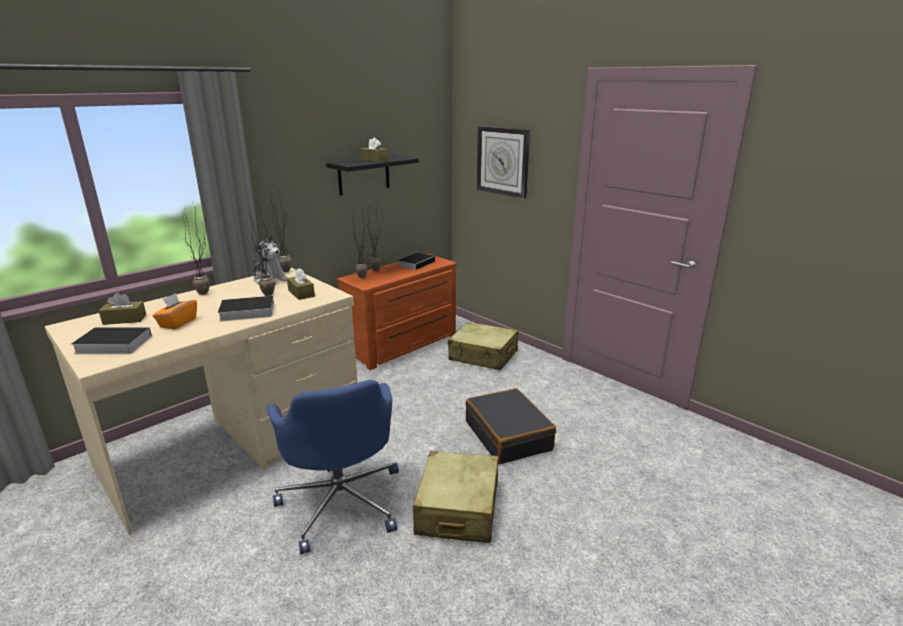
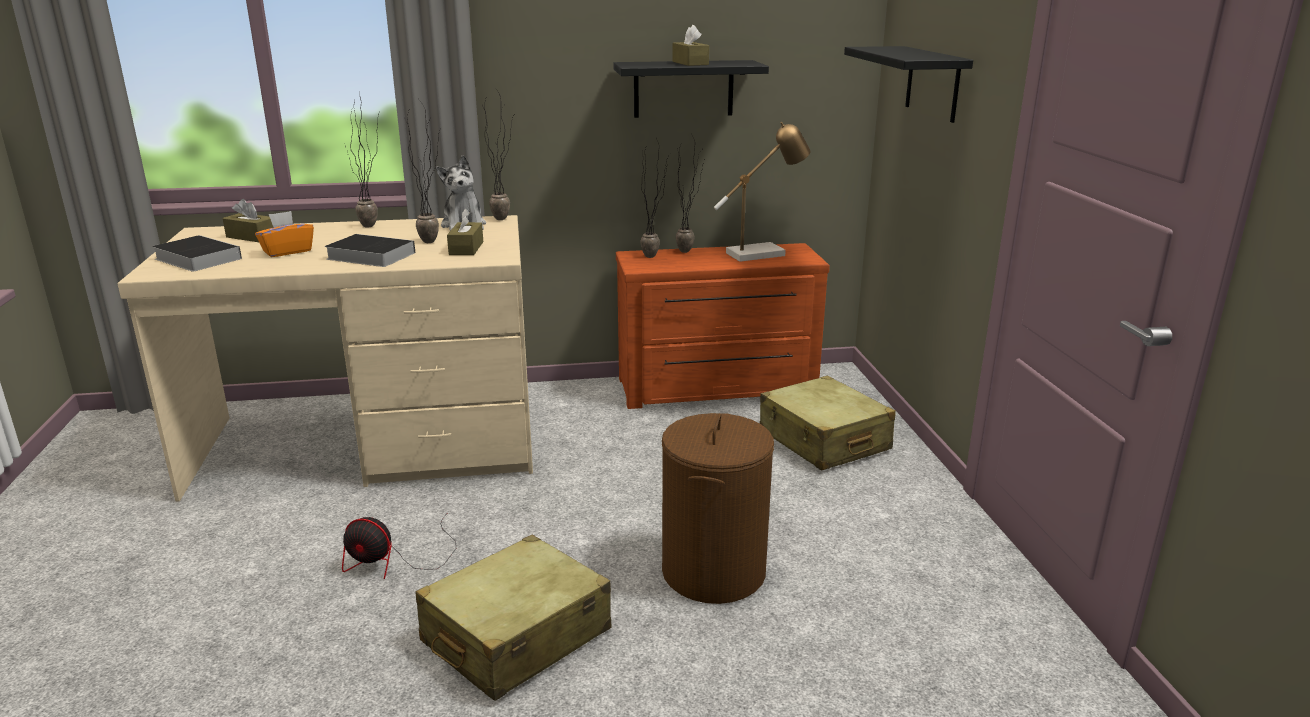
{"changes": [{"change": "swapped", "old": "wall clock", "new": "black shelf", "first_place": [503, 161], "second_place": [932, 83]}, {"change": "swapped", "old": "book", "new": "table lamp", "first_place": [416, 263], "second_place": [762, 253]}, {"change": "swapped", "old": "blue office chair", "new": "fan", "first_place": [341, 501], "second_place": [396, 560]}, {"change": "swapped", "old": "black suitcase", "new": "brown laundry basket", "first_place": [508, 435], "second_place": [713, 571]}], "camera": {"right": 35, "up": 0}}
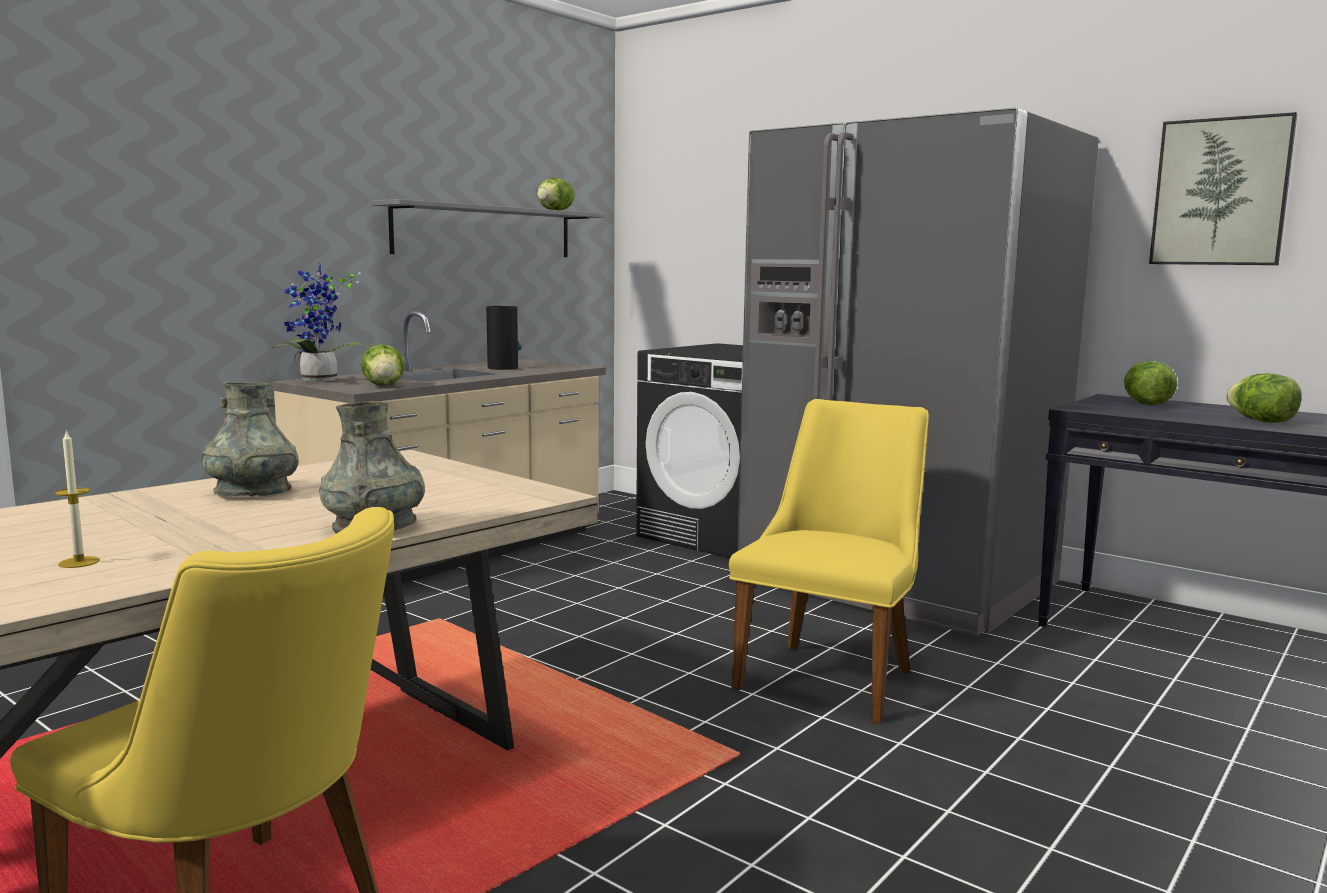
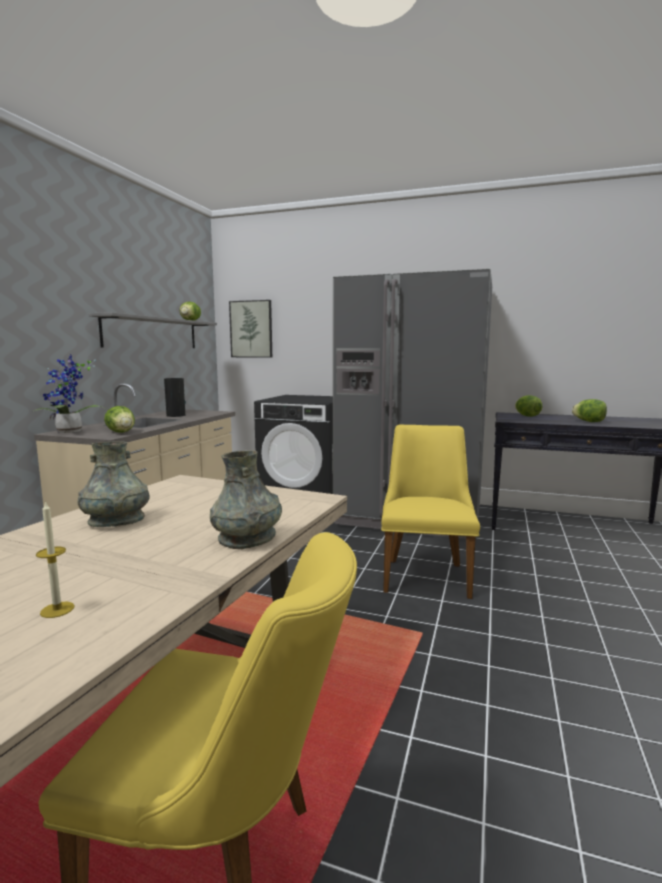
{"changes": [{"change": "shifted", "old": "picture", "first_place": [1220, 192], "second_place": [251, 329]}], "camera": {"right": -20, "up": 0}}
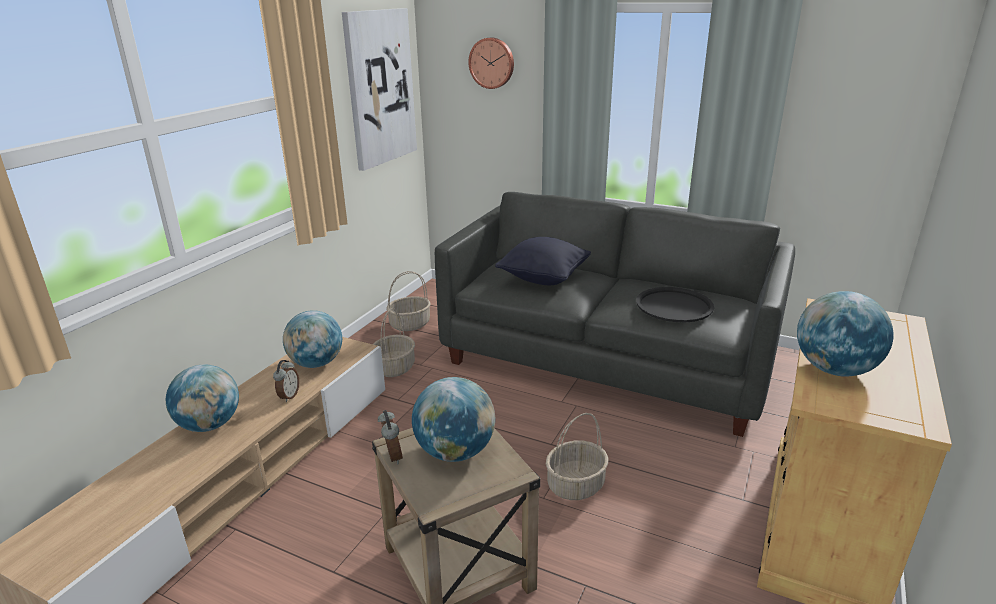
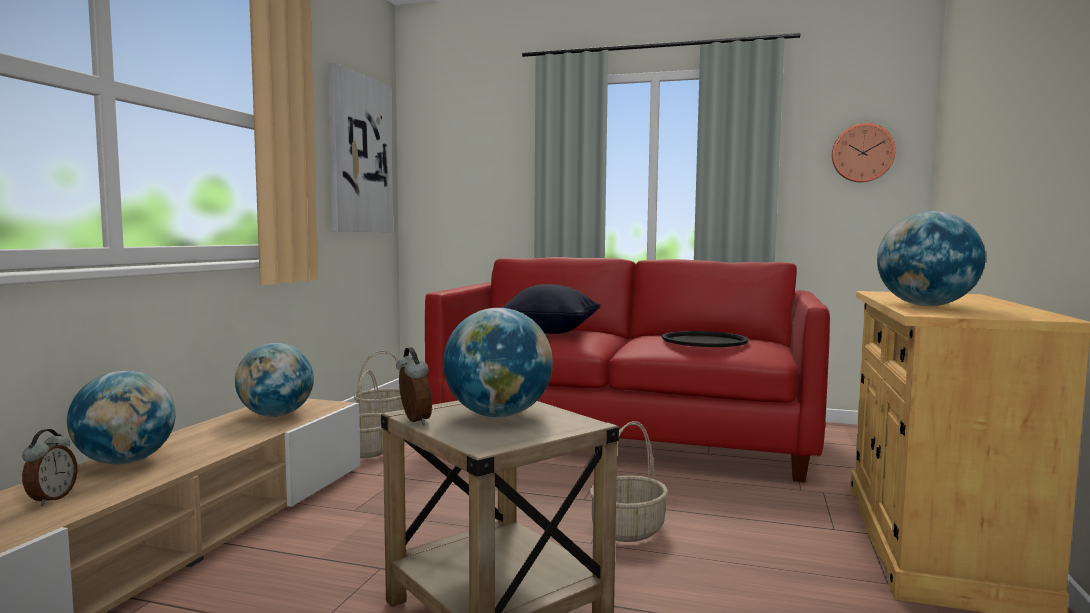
{"changes": [{"change": "shifted", "old": "wall clock", "first_place": [492, 63], "second_place": [862, 153]}, {"change": "repainted", "old": "grey sofa", "new": "red sofa", "first_place": [607, 361], "second_place": [625, 436]}, {"change": "shifted", "old": "alarm clock", "first_place": [288, 396], "second_place": [50, 499]}], "camera": {"right": -10, "up": -20}}
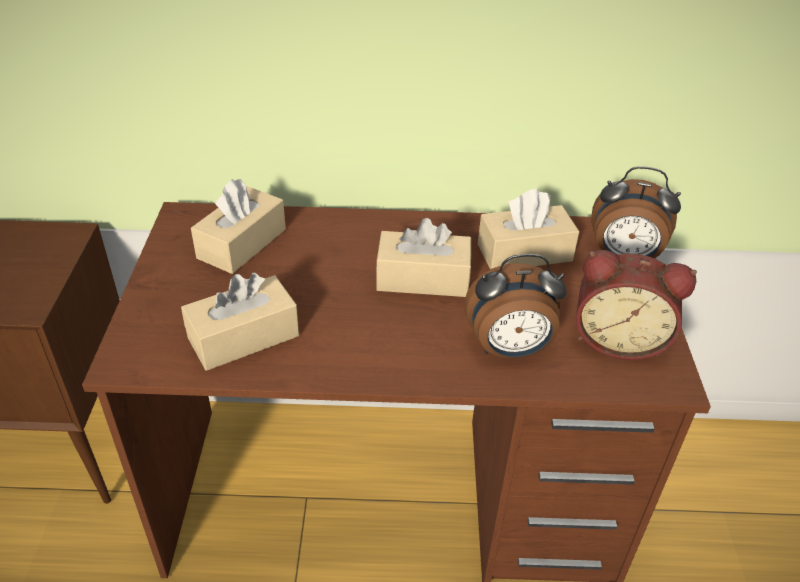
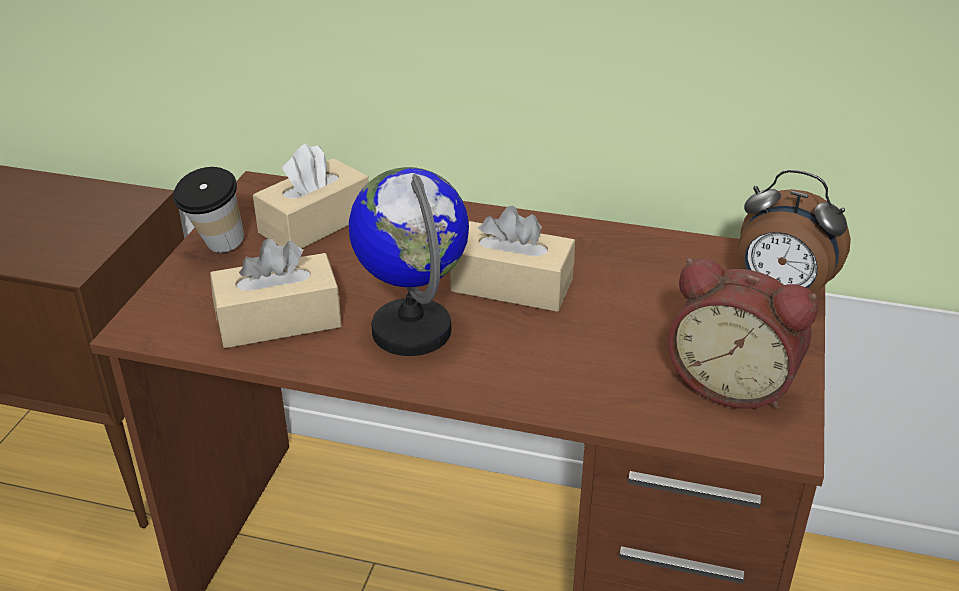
{"changes": [{"change": "gone", "old": "beige tissue box", "first_place": [524, 252]}, {"change": "gone", "old": "alarm clock", "first_place": [509, 350]}, {"change": "new", "new": "cup", "second_place": [216, 249]}, {"change": "new", "new": "globe", "second_place": [412, 330]}], "camera": {"right": 15, "up": -5}}
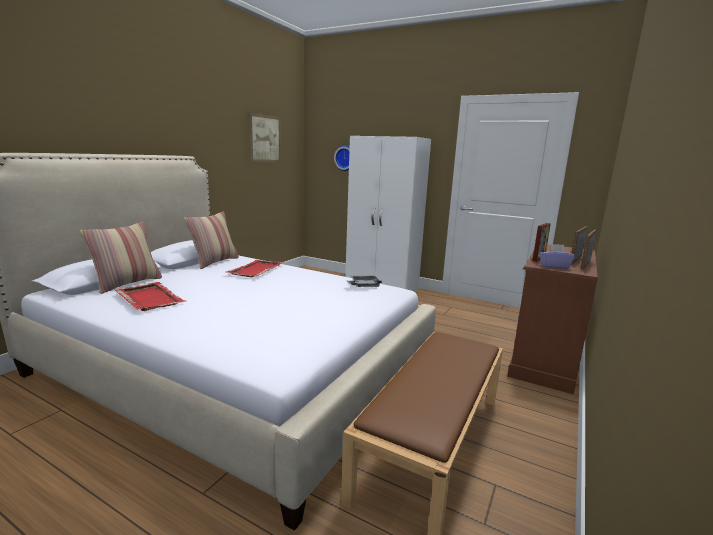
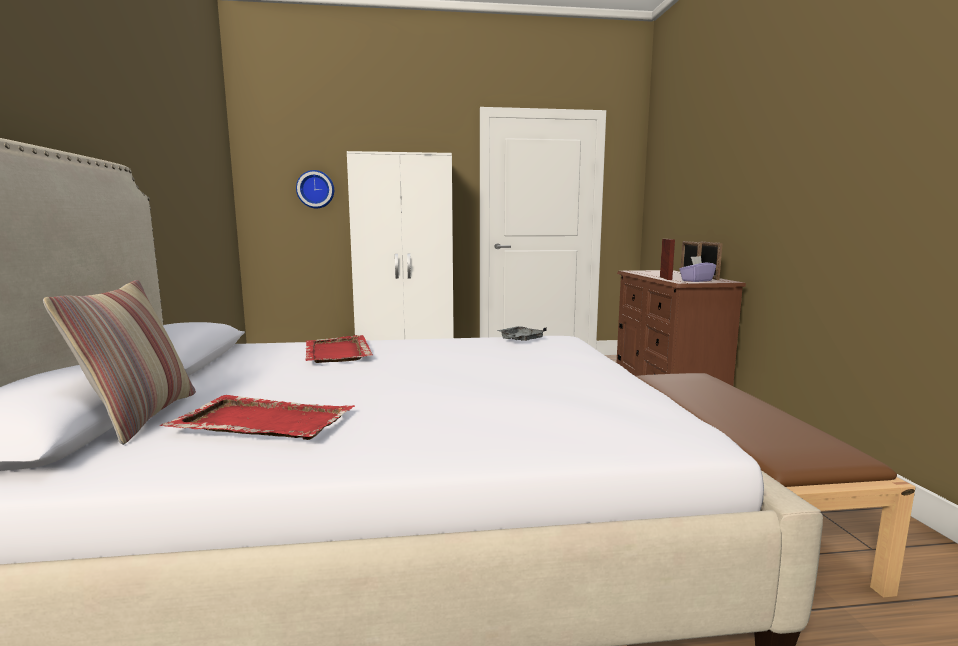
{"changes": [{"change": "gone", "old": "picture", "first_place": [265, 139]}, {"change": "gone", "old": "pillow", "first_place": [214, 262]}], "camera": {"right": -35, "up": -5}}
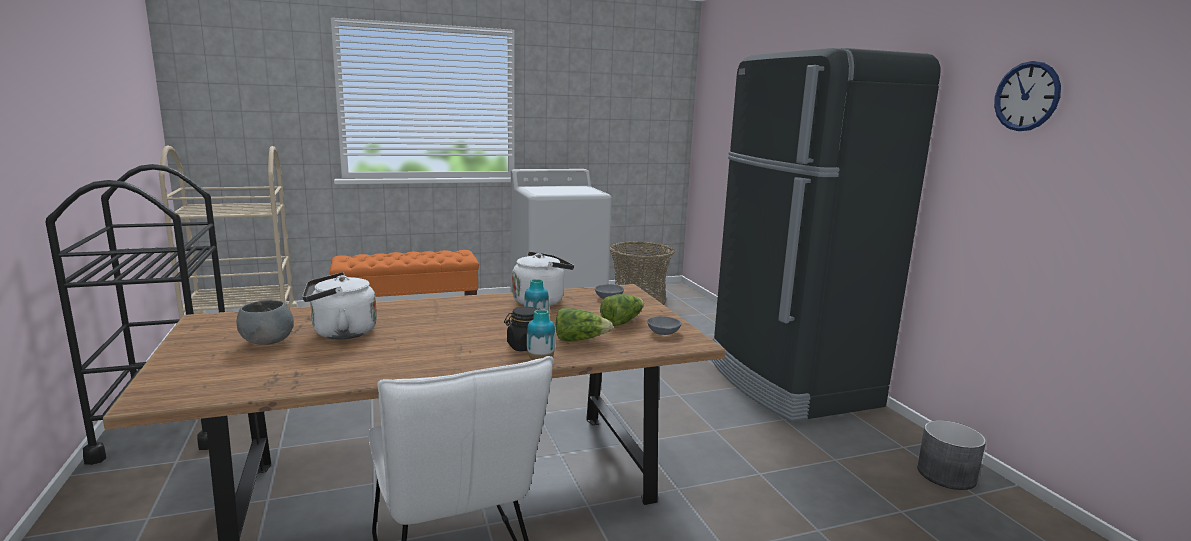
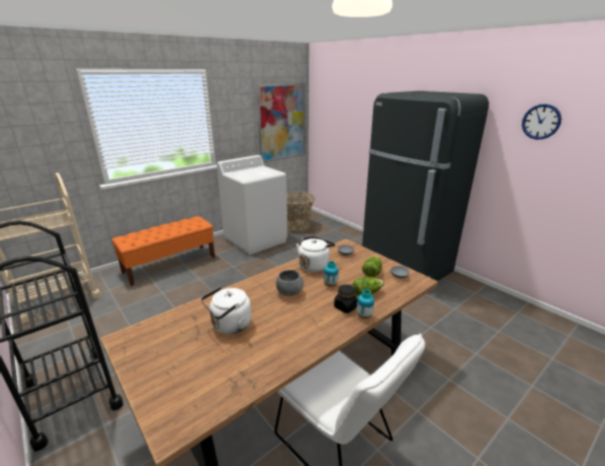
{"changes": [{"change": "shifted", "old": "grey bowl", "first_place": [267, 341], "second_place": [289, 292]}, {"change": "gone", "old": "grey planter", "first_place": [946, 475]}, {"change": "new", "new": "picture", "second_place": [282, 122]}], "camera": {"right": -20, "up": 10}}
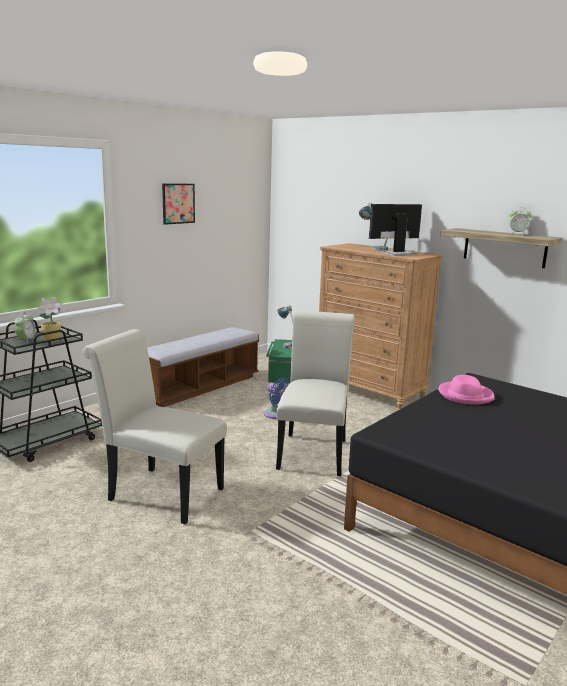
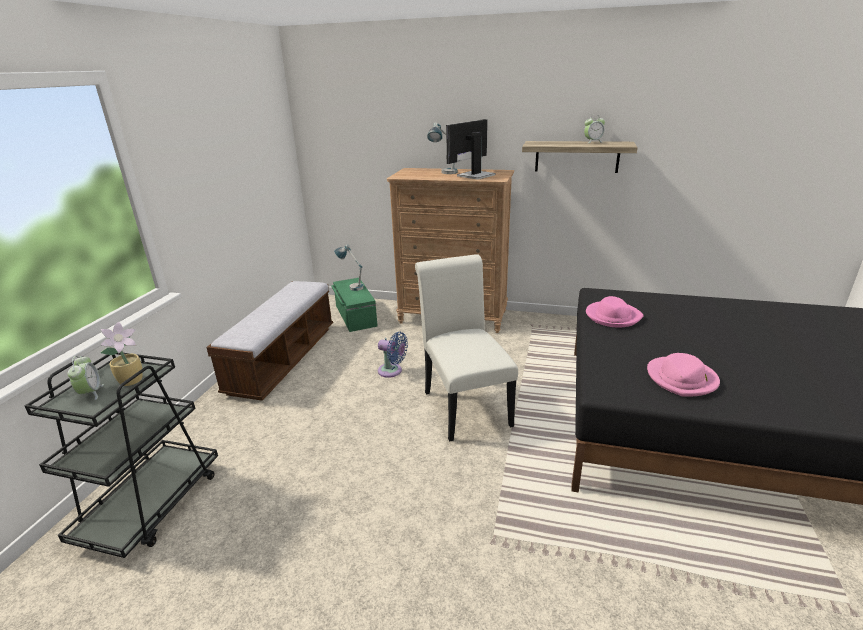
{"changes": [{"change": "gone", "old": "picture", "first_place": [178, 203]}, {"change": "gone", "old": "white chair", "first_place": [159, 492]}, {"change": "new", "new": "pink hat", "second_place": [682, 379]}], "camera": {"right": -25, "up": 10}}
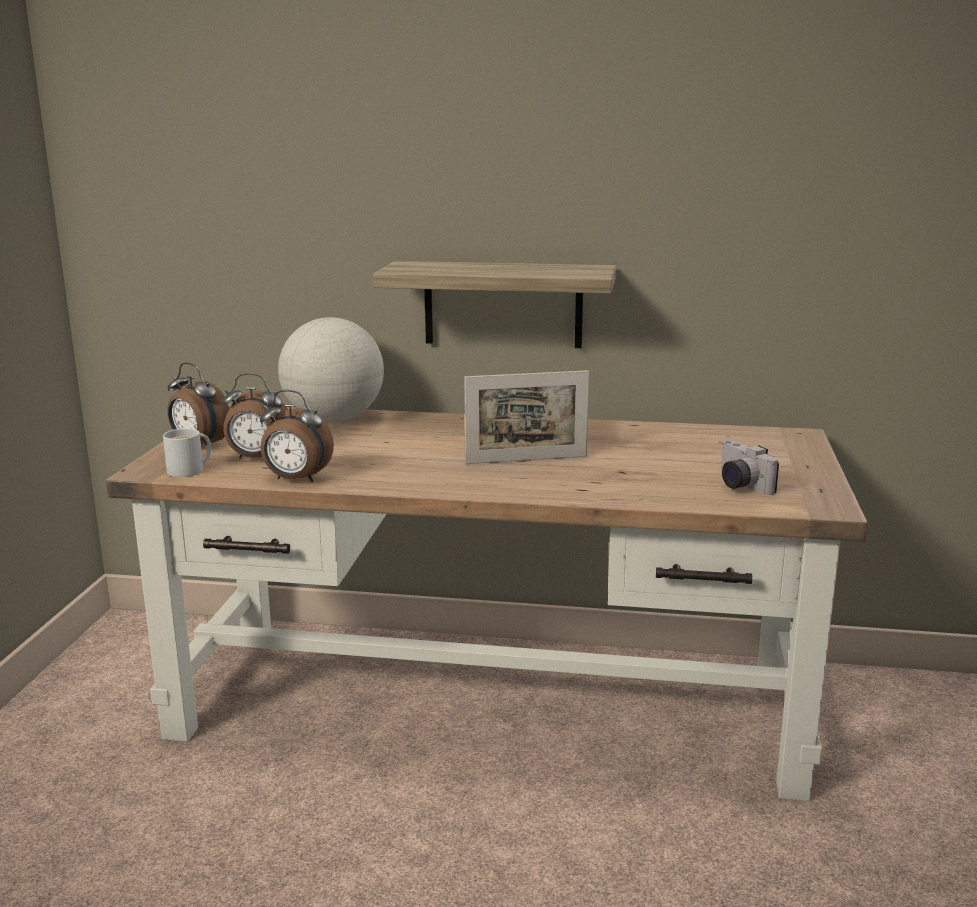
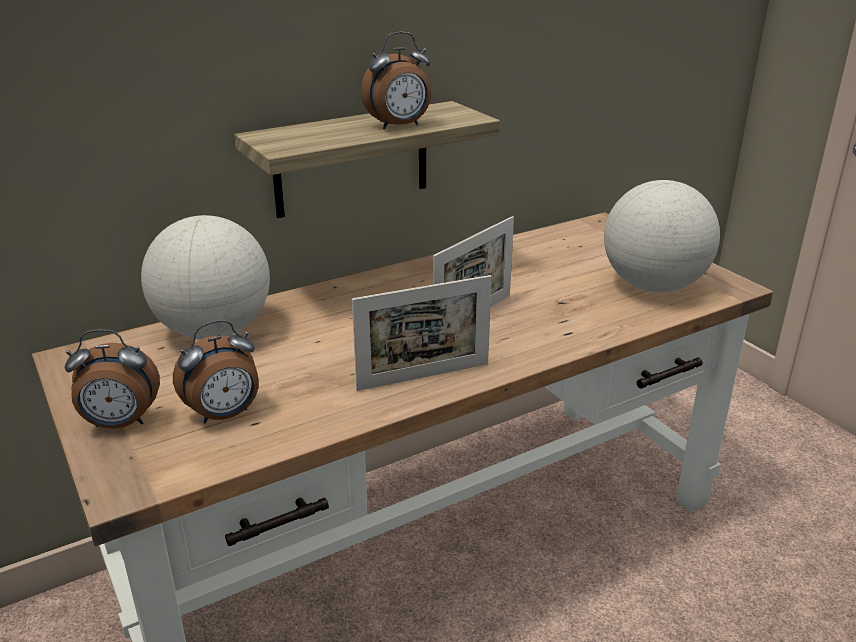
{"changes": [{"change": "shifted", "old": "alarm clock", "first_place": [296, 479], "second_place": [399, 126]}, {"change": "gone", "old": "white mug", "first_place": [189, 470]}, {"change": "swapped", "old": "photo camera", "new": "globe", "first_place": [738, 485], "second_place": [653, 286]}, {"change": "new", "new": "picture frame", "second_place": [423, 376]}], "camera": {"right": -40, "up": 10}}
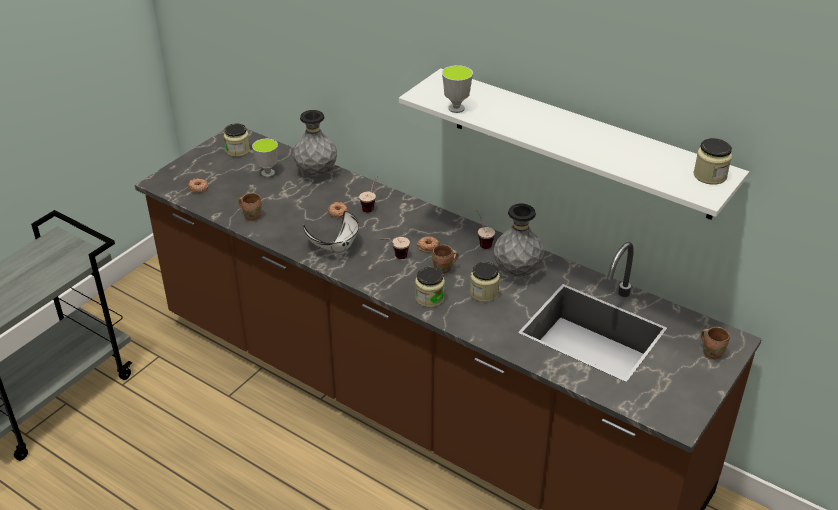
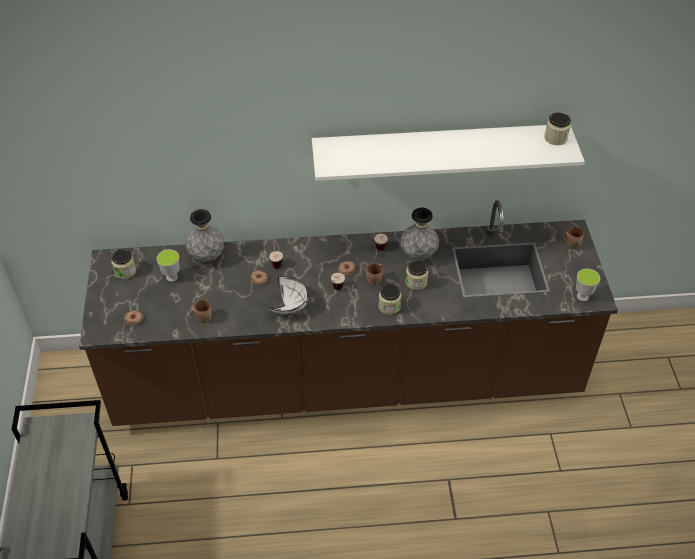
{"changes": [{"change": "shifted", "old": "cup", "first_place": [456, 108], "second_place": [582, 296]}], "camera": {"right": -40, "up": 10}}
